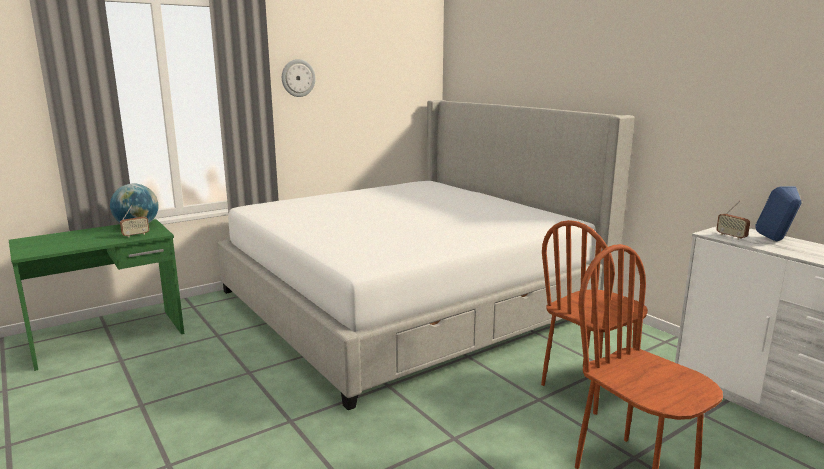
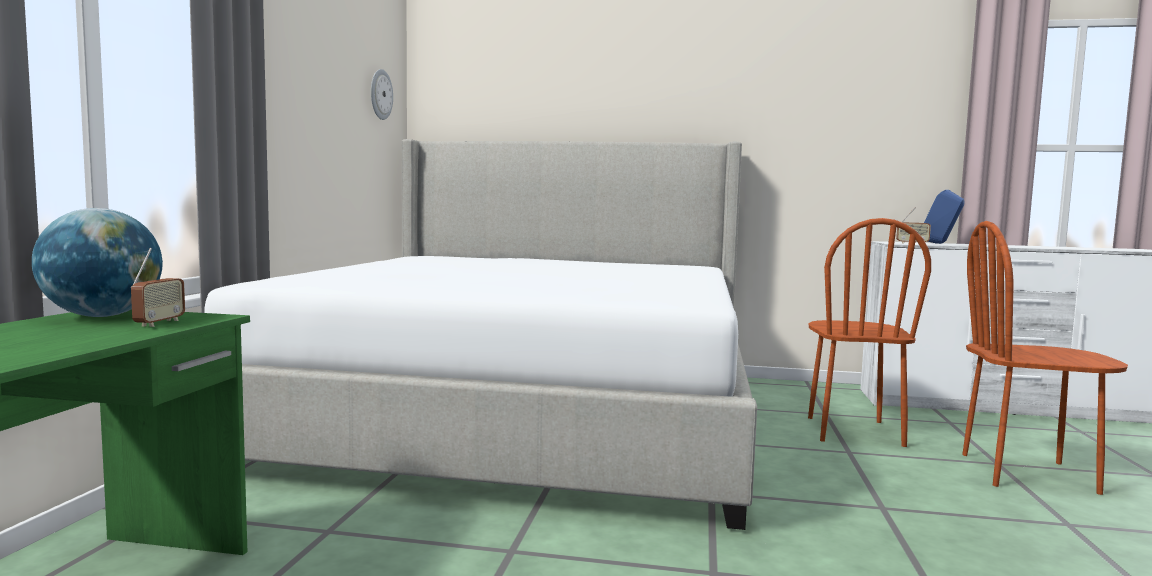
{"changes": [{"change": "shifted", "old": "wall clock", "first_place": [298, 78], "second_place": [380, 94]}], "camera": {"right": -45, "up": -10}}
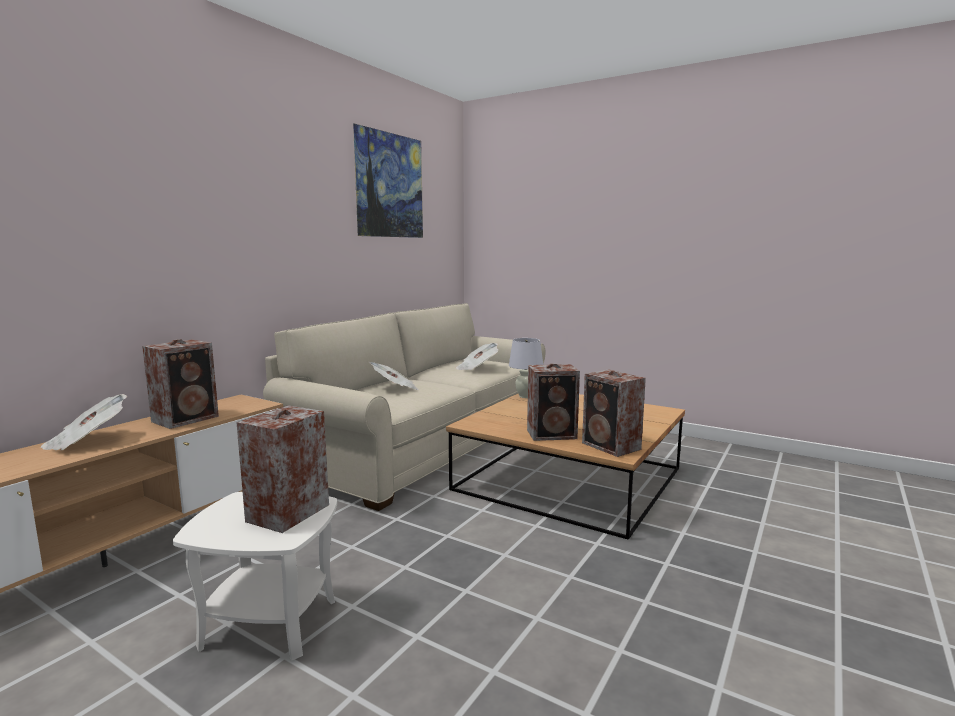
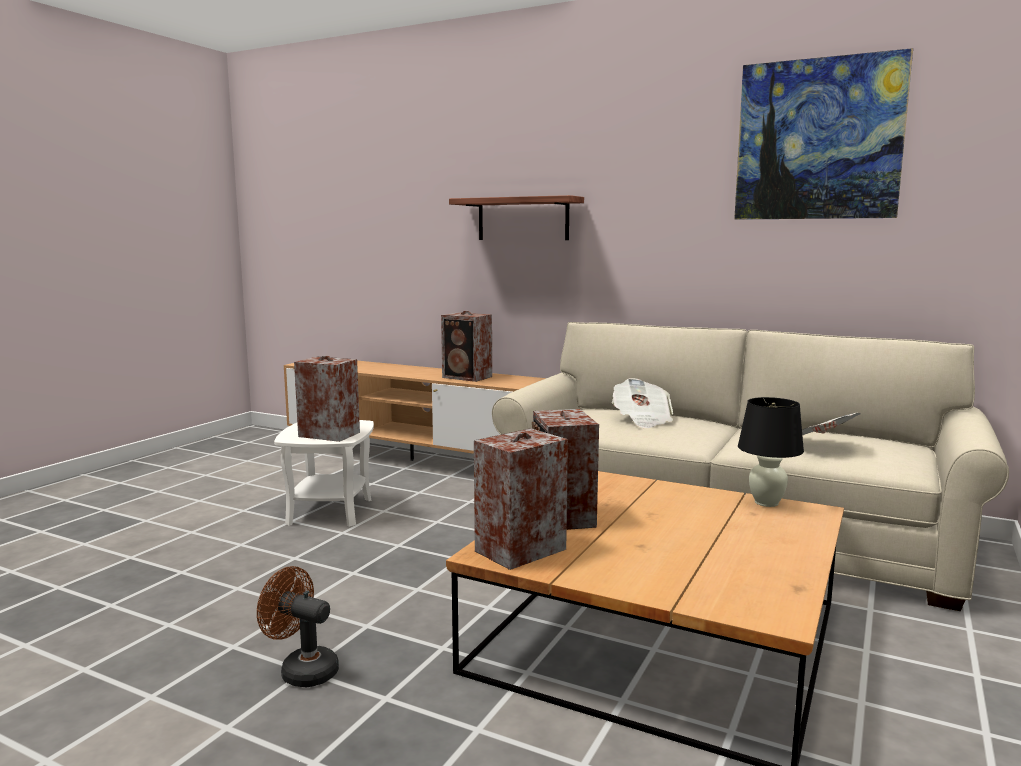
{"changes": [{"change": "repainted", "old": "white table lamp", "new": "black table lamp", "first_place": [525, 396], "second_place": [766, 503]}, {"change": "gone", "old": "newspaper", "first_place": [87, 441]}, {"change": "new", "new": "shelf", "second_place": [523, 219]}, {"change": "new", "new": "brown fan", "second_place": [302, 670]}], "camera": {"right": 85, "up": 0}}
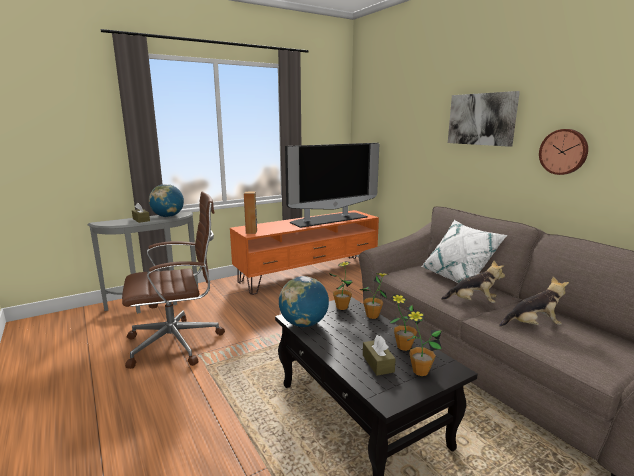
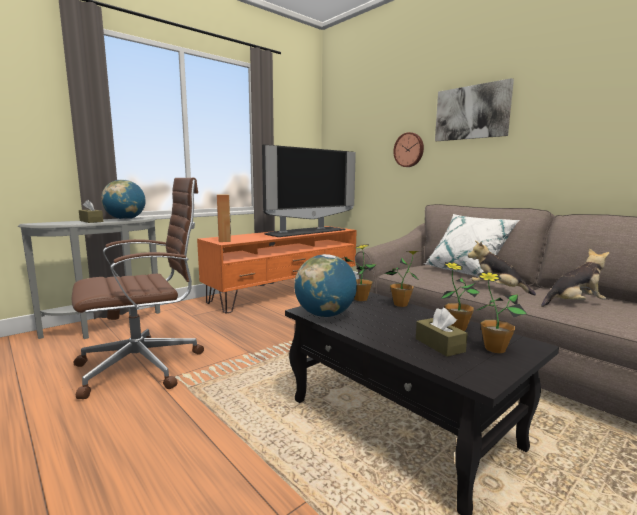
{"changes": [{"change": "shifted", "old": "wall clock", "first_place": [564, 152], "second_place": [409, 150]}, {"change": "rotated", "old": "plush toy", "first_place": [472, 302], "second_place": [497, 289], "degrees": -150}], "camera": {"right": -10, "up": -5}}
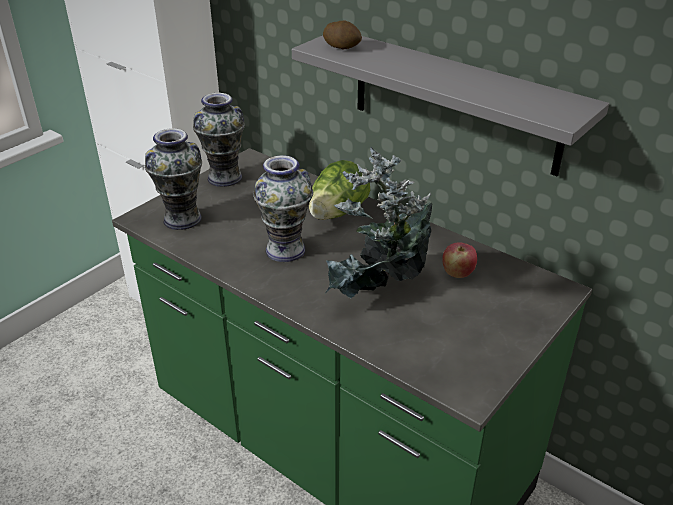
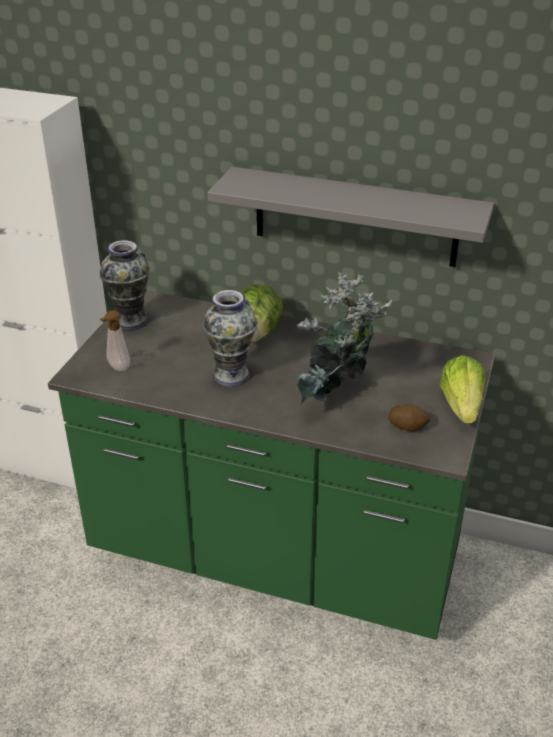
{"changes": [{"change": "shifted", "old": "potato", "first_place": [342, 47], "second_place": [407, 426]}, {"change": "swapped", "old": "vase", "new": "soap dispenser", "first_place": [182, 219], "second_place": [117, 368]}, {"change": "gone", "old": "apple", "first_place": [457, 273]}, {"change": "new", "new": "lettuce", "second_place": [461, 406]}], "camera": {"right": -20, "up": 0}}
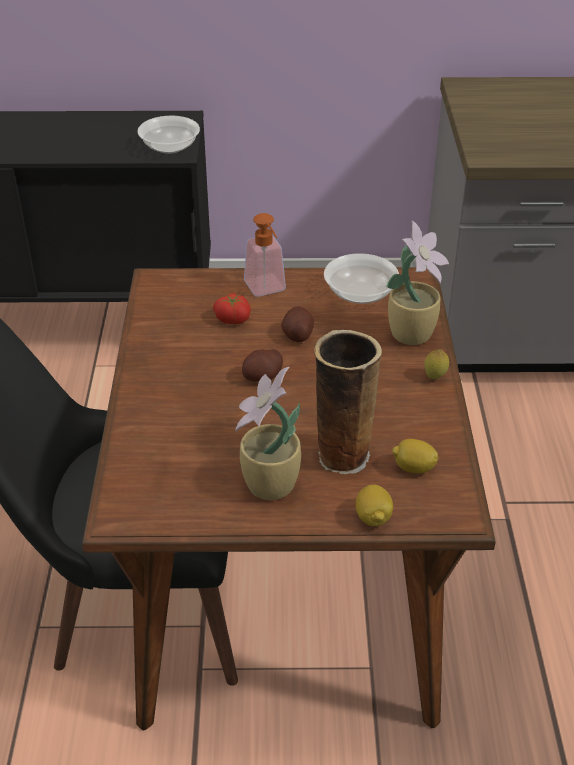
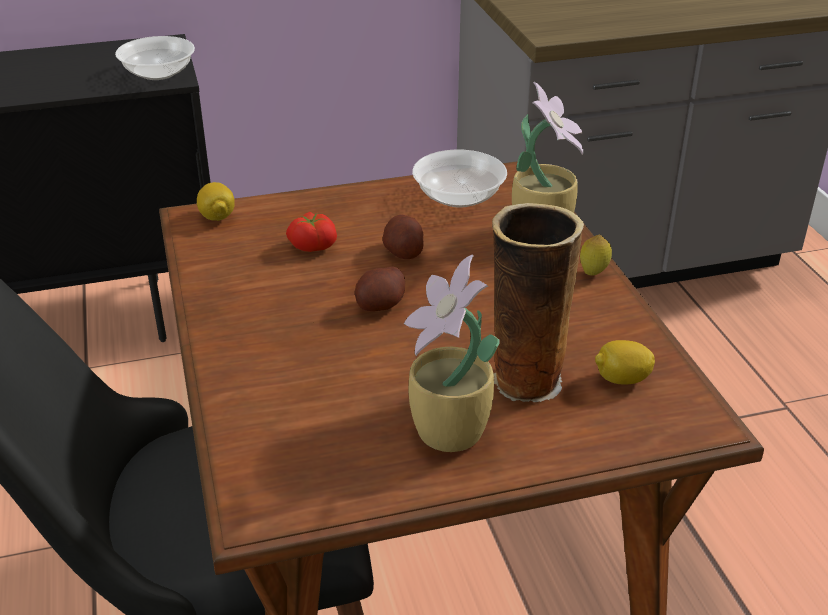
{"changes": [{"change": "gone", "old": "soap dispenser", "first_place": [267, 290]}, {"change": "shifted", "old": "lemon", "first_place": [373, 517], "second_place": [217, 217]}], "camera": {"right": -15, "up": -5}}
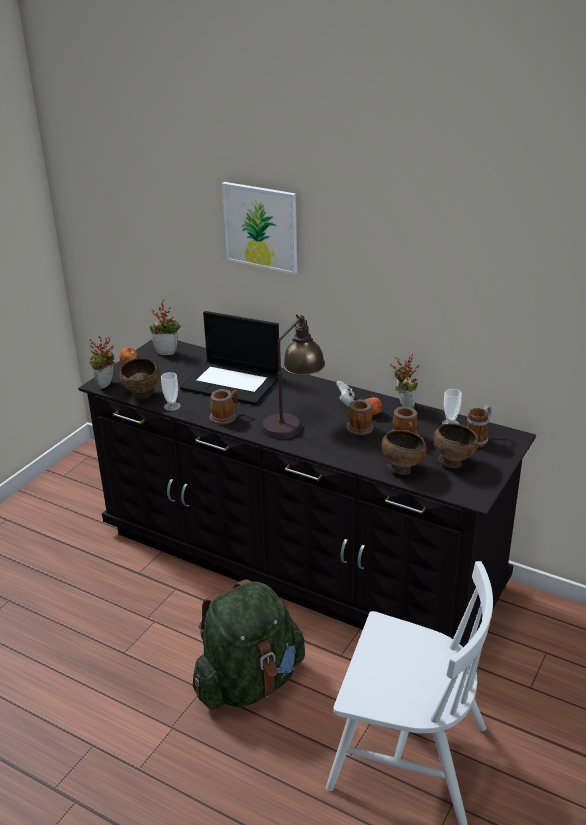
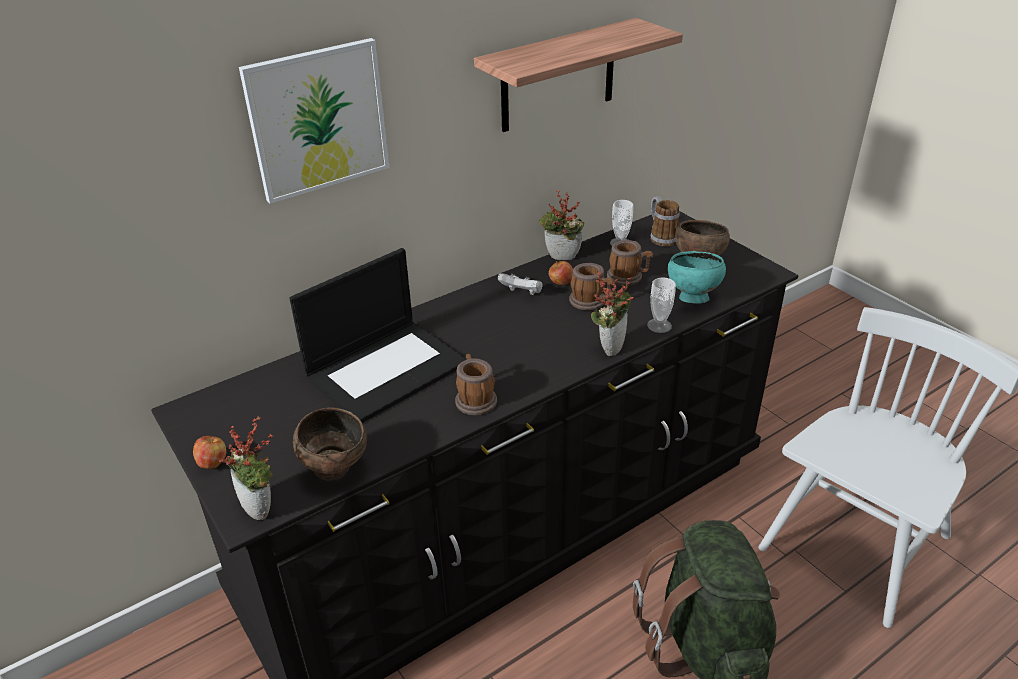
{"changes": [{"change": "shifted", "old": "potted plant", "first_place": [168, 352], "second_place": [610, 346]}, {"change": "gone", "old": "table lamp", "first_place": [293, 422]}, {"change": "shifted", "old": "cup", "first_place": [172, 406], "second_place": [659, 325]}, {"change": "repainted", "old": "brown bowl", "new": "turquoise bowl", "first_place": [401, 469], "second_place": [691, 298]}, {"change": "new", "new": "shelf", "second_place": [558, 76]}], "camera": {"right": -65, "up": 5}}
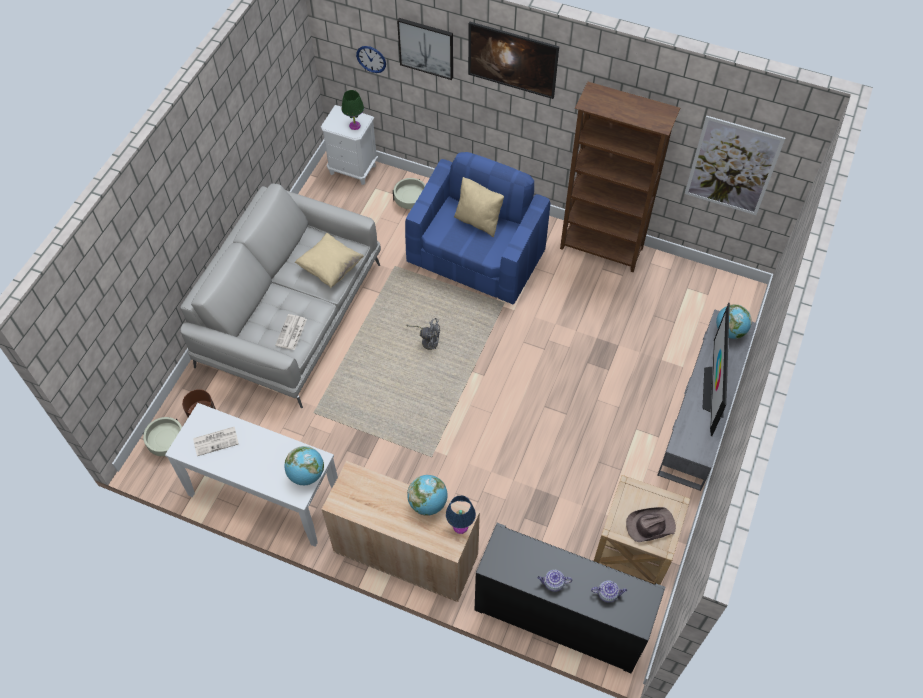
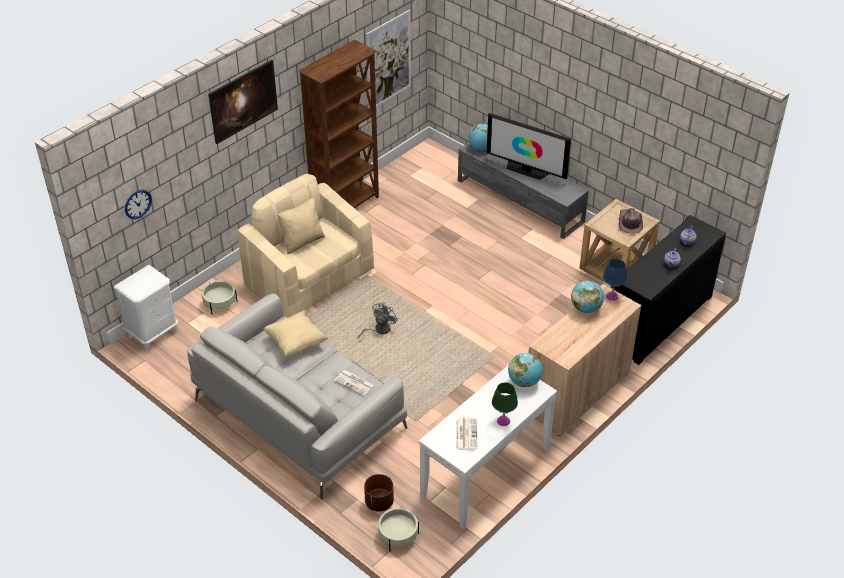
{"changes": [{"change": "gone", "old": "picture", "first_place": [426, 48]}, {"change": "shifted", "old": "green table lamp", "first_place": [355, 125], "second_place": [503, 420]}, {"change": "repainted", "old": "blue armchair", "new": "beige armchair", "first_place": [476, 257], "second_place": [310, 278]}], "camera": {"right": -70, "up": -15}}
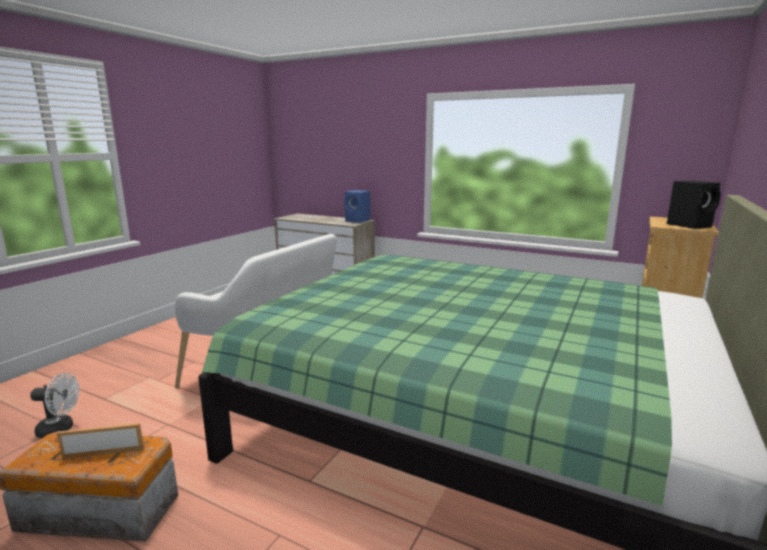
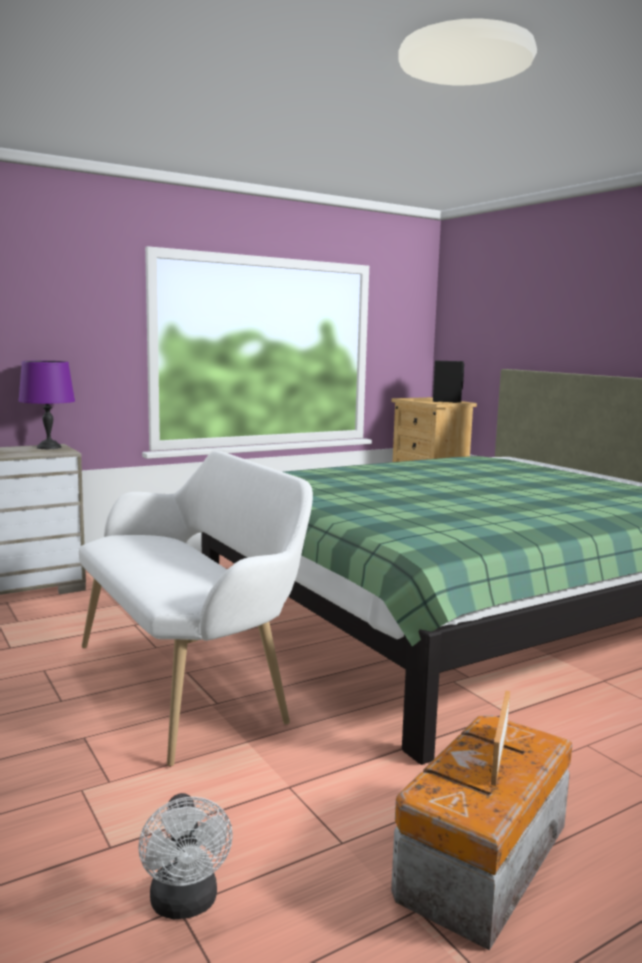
{"changes": [{"change": "swapped", "old": "blue speaker", "new": "purple table lamp", "first_place": [358, 221], "second_place": [49, 447]}, {"change": "rotated", "old": "white fan", "first_place": [60, 429], "second_place": [185, 905], "degrees": 135}], "camera": {"right": -60, "up": -5}}
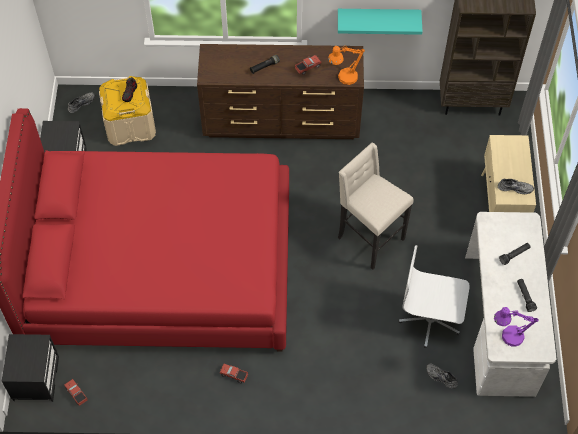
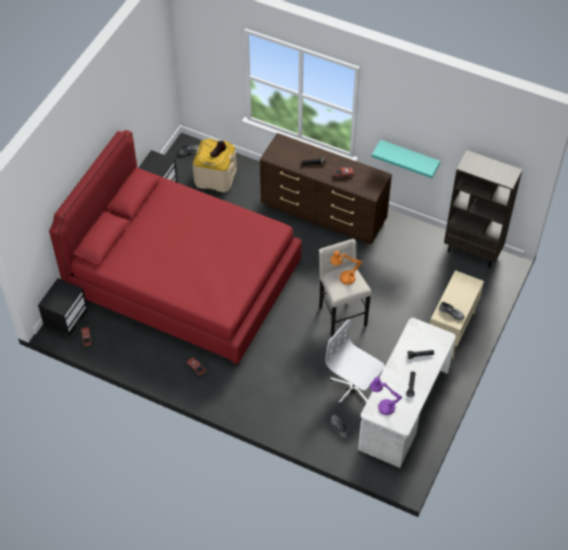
{"changes": [{"change": "shifted", "old": "orange table lamp", "first_place": [343, 78], "second_place": [343, 278]}], "camera": {"right": 25, "up": -5}}
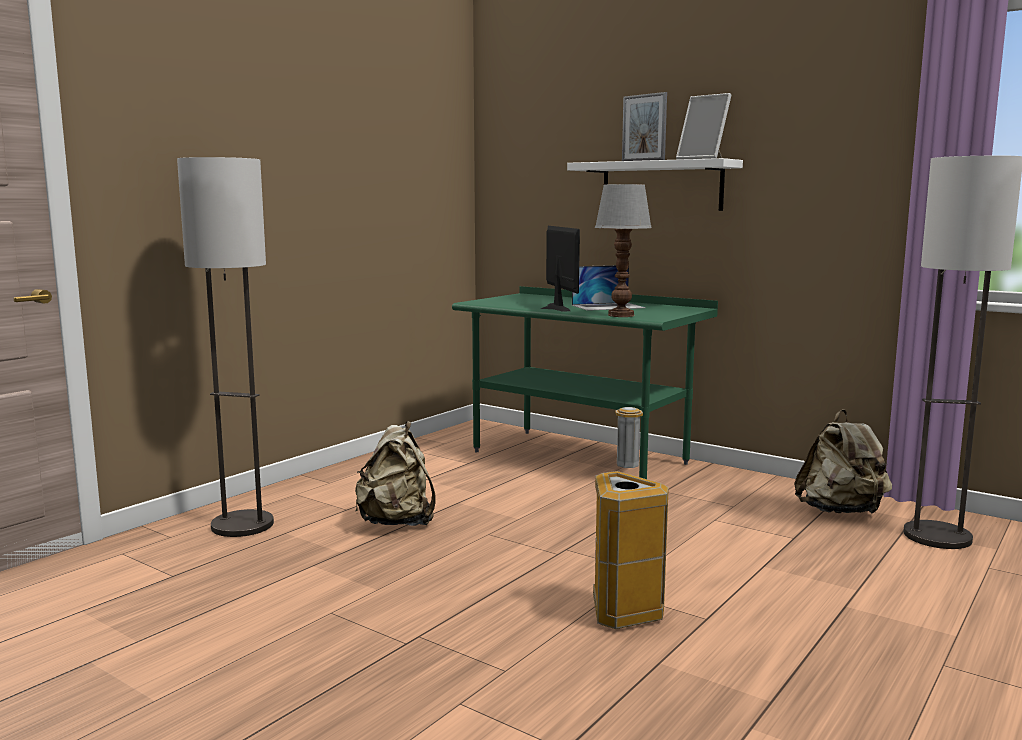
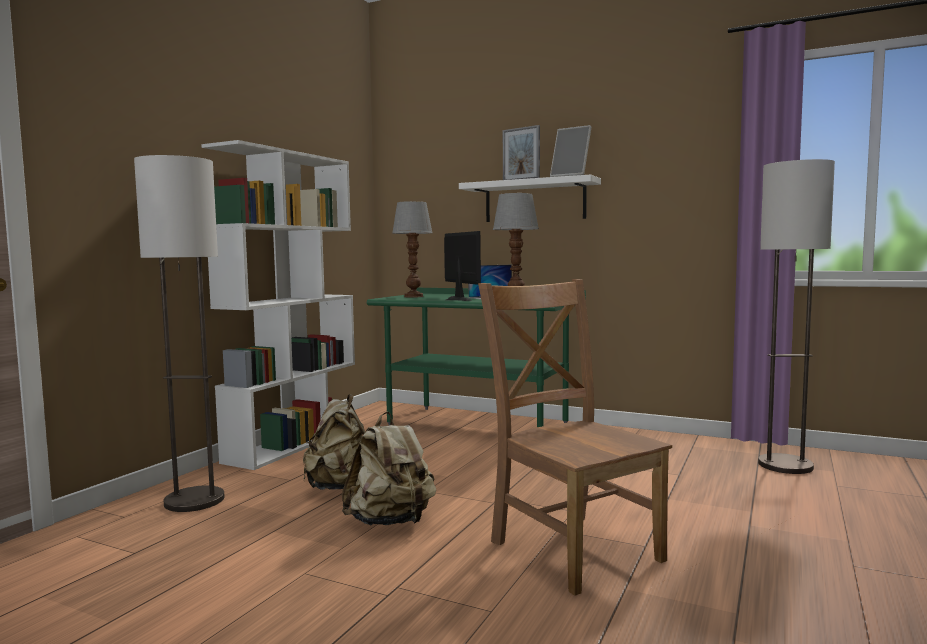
{"changes": [{"change": "swapped", "old": "trash can", "new": "brown chair", "first_place": [622, 612], "second_place": [572, 547]}, {"change": "shifted", "old": "beige backpack", "first_place": [841, 511], "second_place": [391, 522]}, {"change": "new", "new": "white bookcase", "second_place": [294, 443]}, {"change": "new", "new": "table lamp", "second_place": [413, 296]}], "camera": {"right": -10, "up": -5}}
